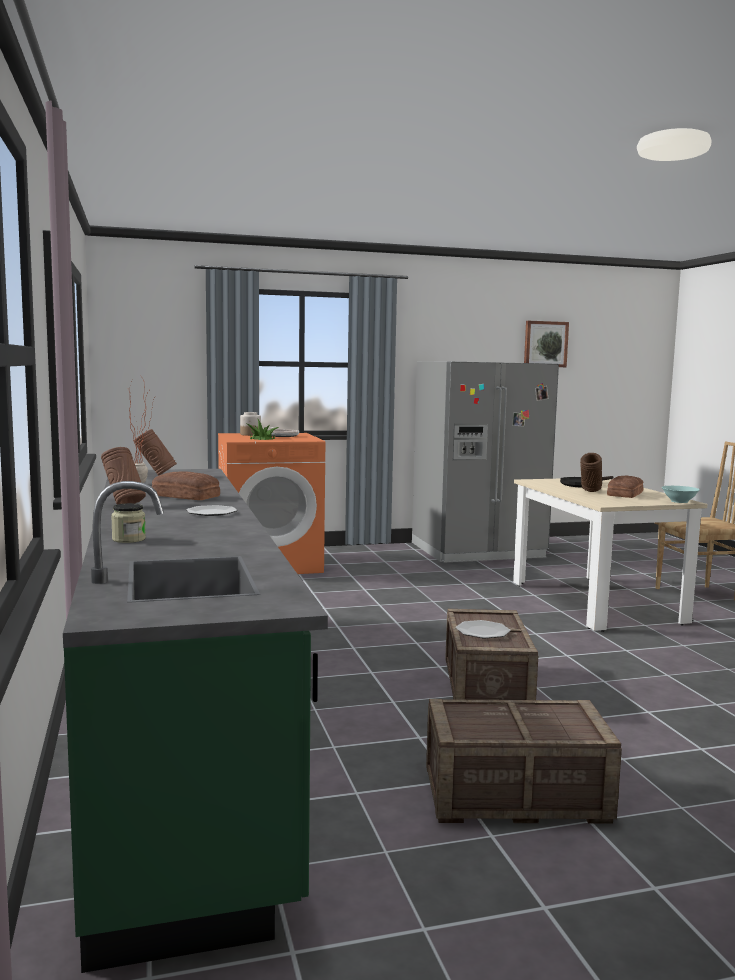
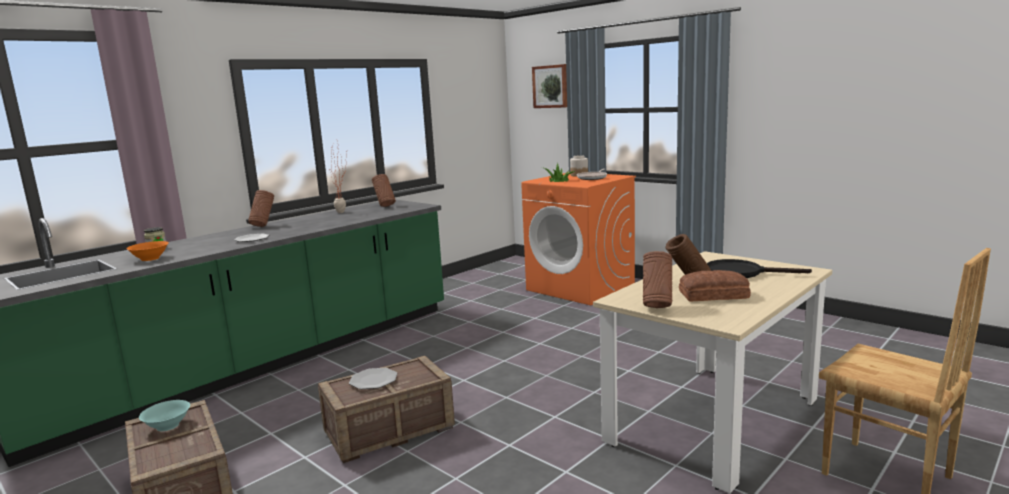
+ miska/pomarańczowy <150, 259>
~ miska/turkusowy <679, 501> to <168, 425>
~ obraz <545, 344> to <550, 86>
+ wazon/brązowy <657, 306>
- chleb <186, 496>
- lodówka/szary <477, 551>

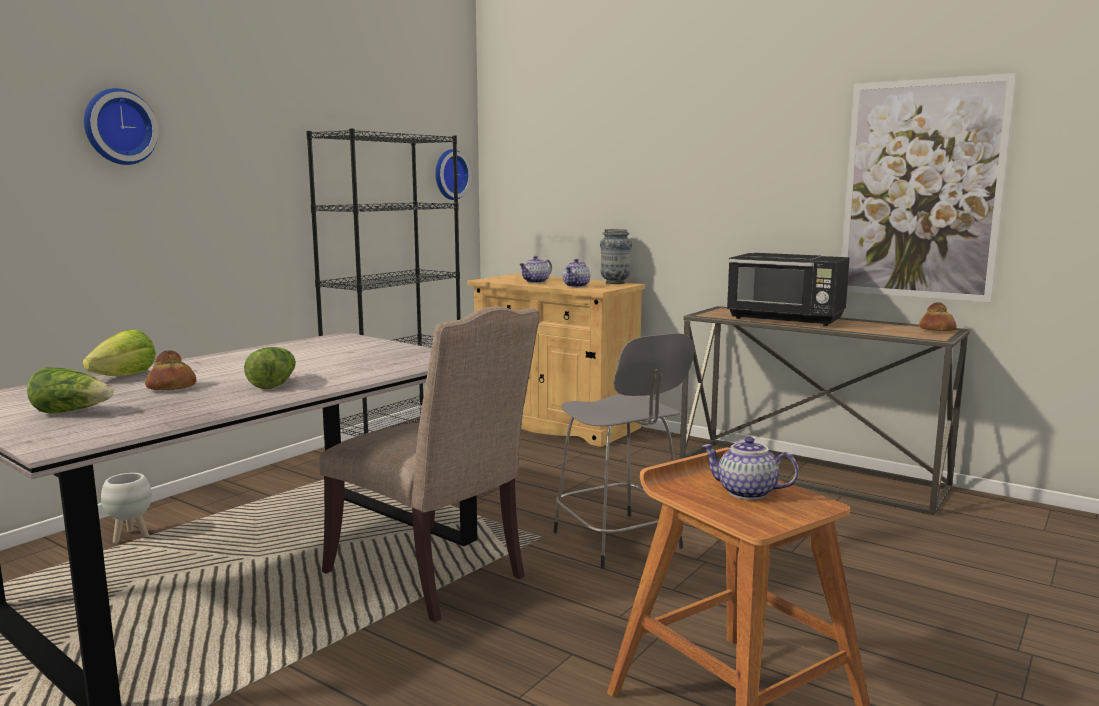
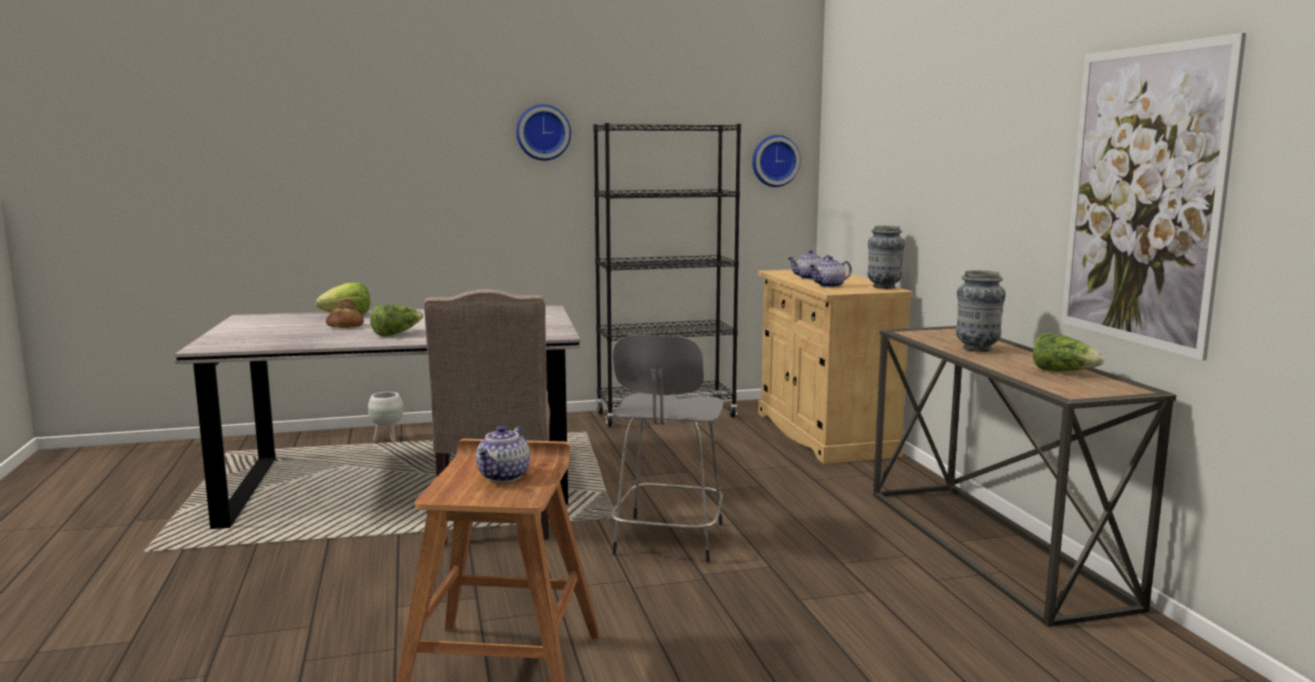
~ imbryk <746, 493> = <504, 477> 135 degrees counterclockwise
~ zegar ścienny <118, 127> to <543, 132>
~ mikrofalówka/czarny <787, 319> to wazon <977, 348>
~ sałata <72, 412> to <1063, 372>
- chleb <936, 330>

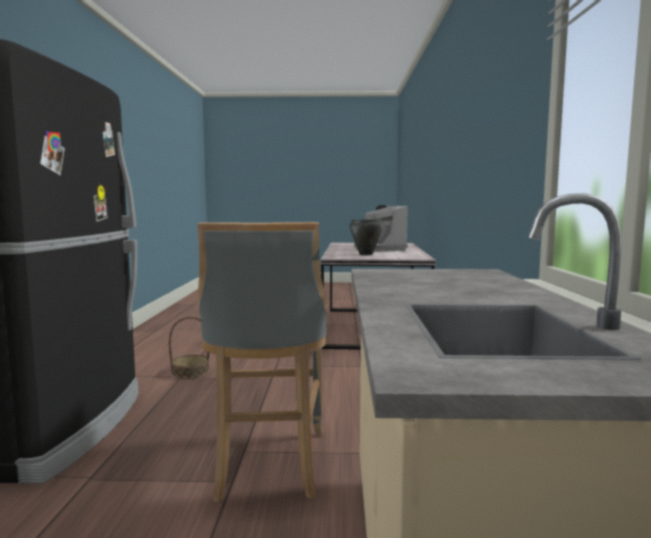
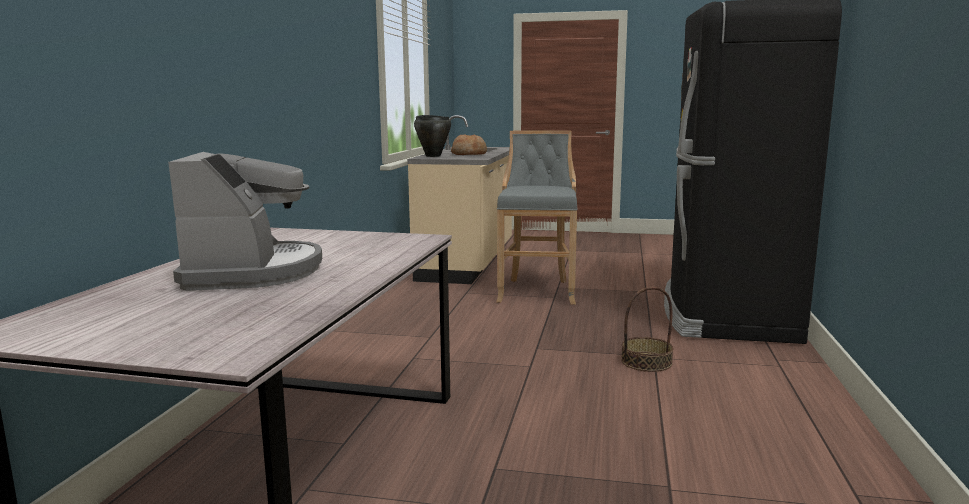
~ garnek/czarny <366, 254> to <433, 156>
+ chleb <469, 154>

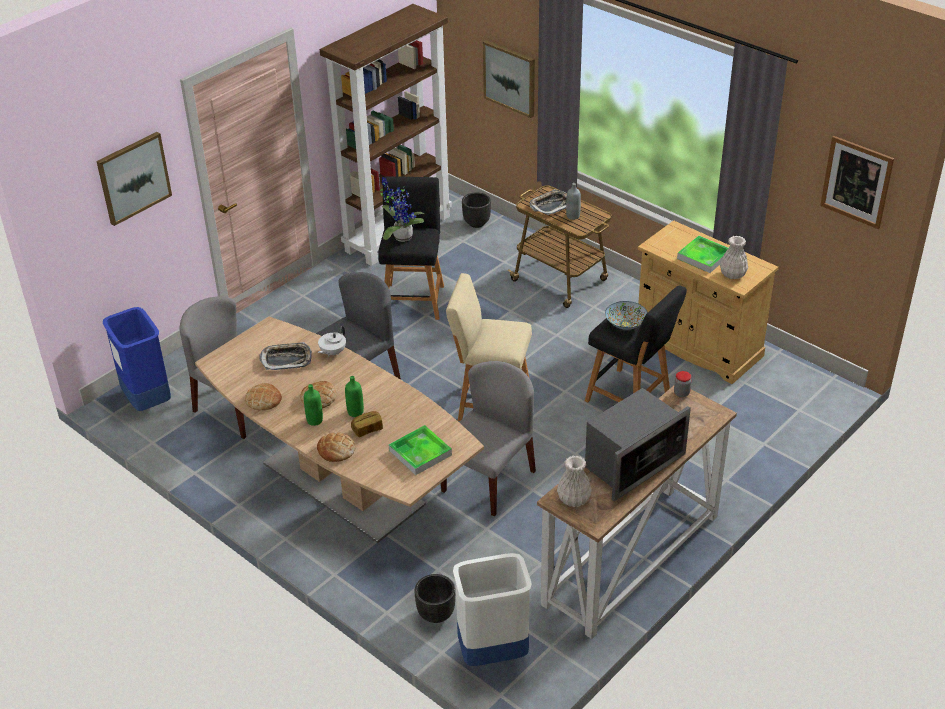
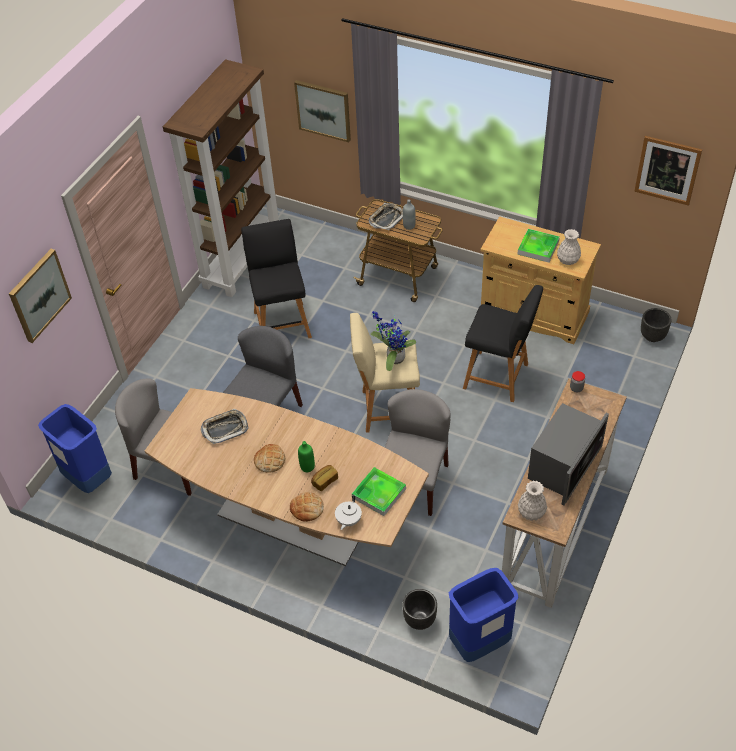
~ imbryk/biały <332, 352> to <348, 520>
~ roślina doniczkowa <400, 236> to <393, 358>
~ kosz na śmieci/biały <493, 654> to kosz na śmieci/niebieski <479, 643>
~ donica/czarny <477, 223> to <653, 336>
- chleb <263, 400>
- butelka/zielony <314, 420>
- miska <625, 324>

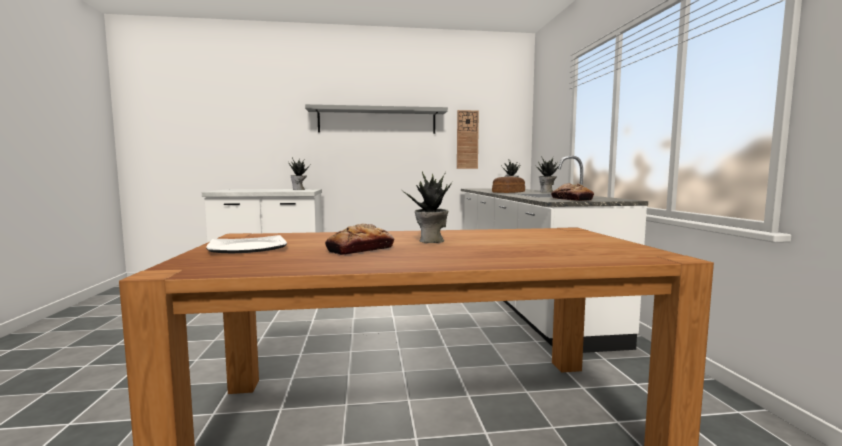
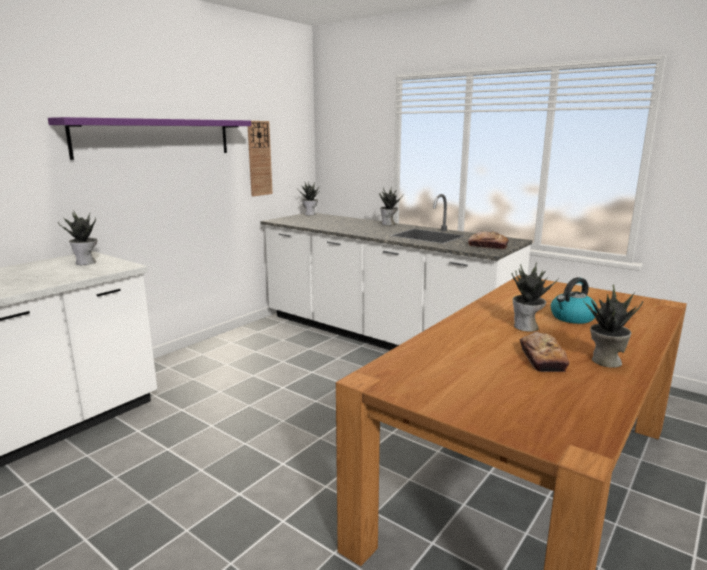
~ półka/szary <377, 121> to półka/fioletowy <156, 137>
+ czajnik <572, 318>
+ roślina doniczkowa <605, 361>
- talerz <247, 248>
- chleb <507, 192>

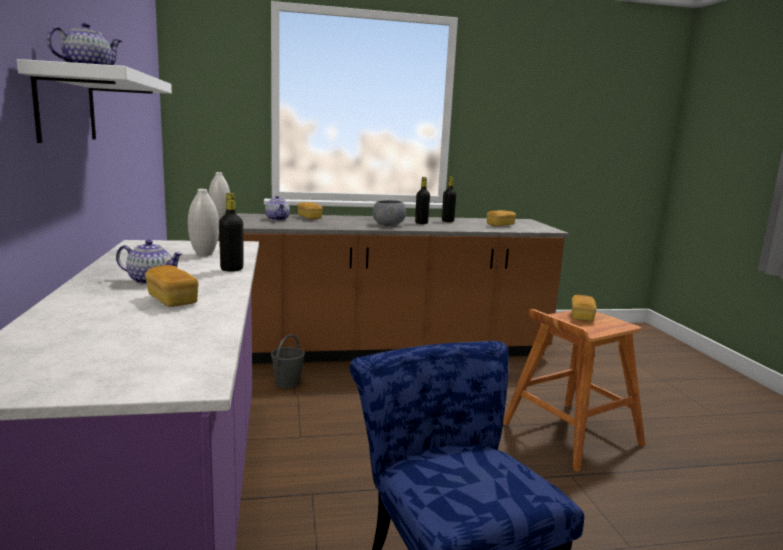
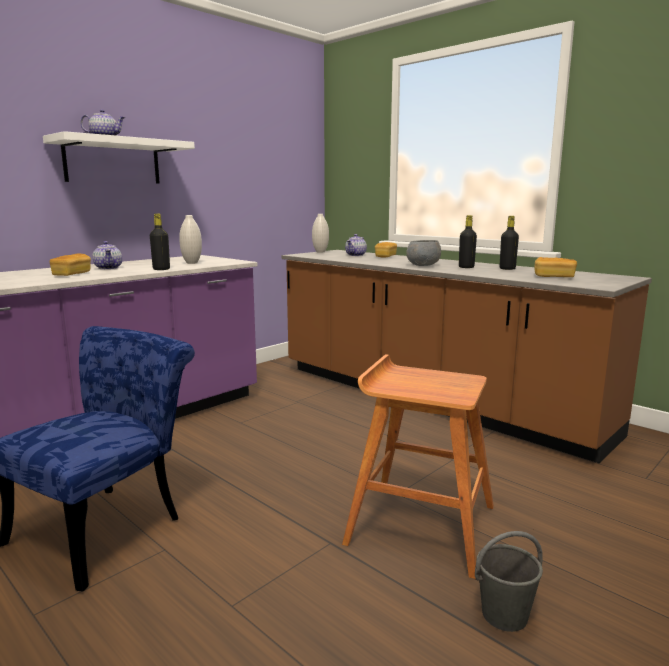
~ wiadro/szary <287, 383> to <503, 615>
- chleb <582, 317>

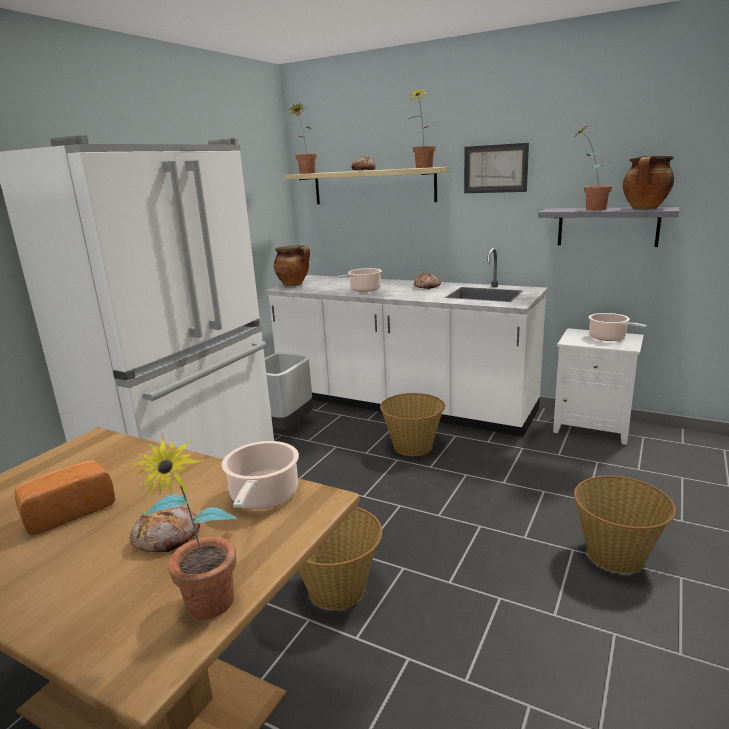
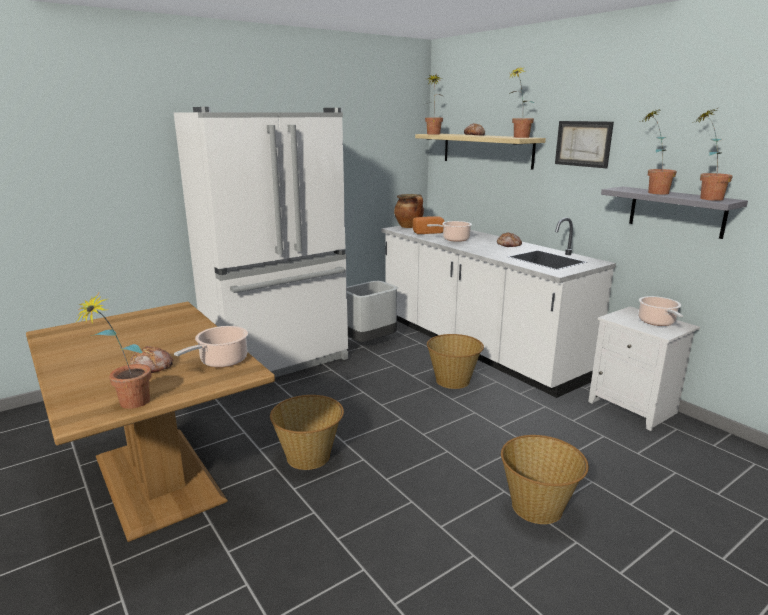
~ chleb <68, 511> to <427, 232>
~ garnek <645, 208> to roślina doniczkowa <704, 198>

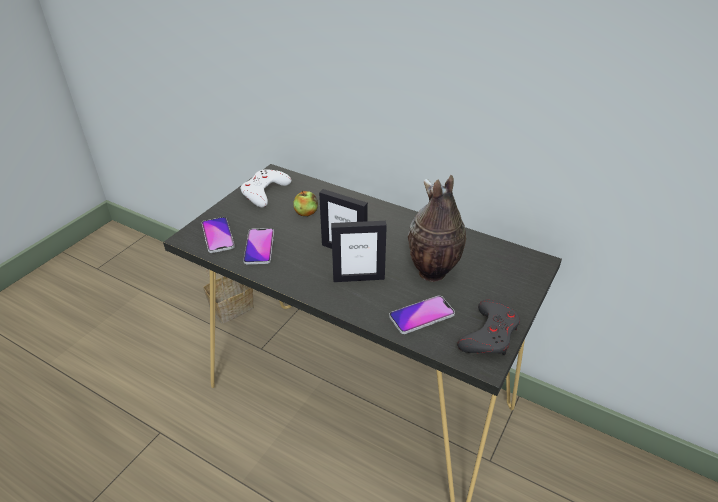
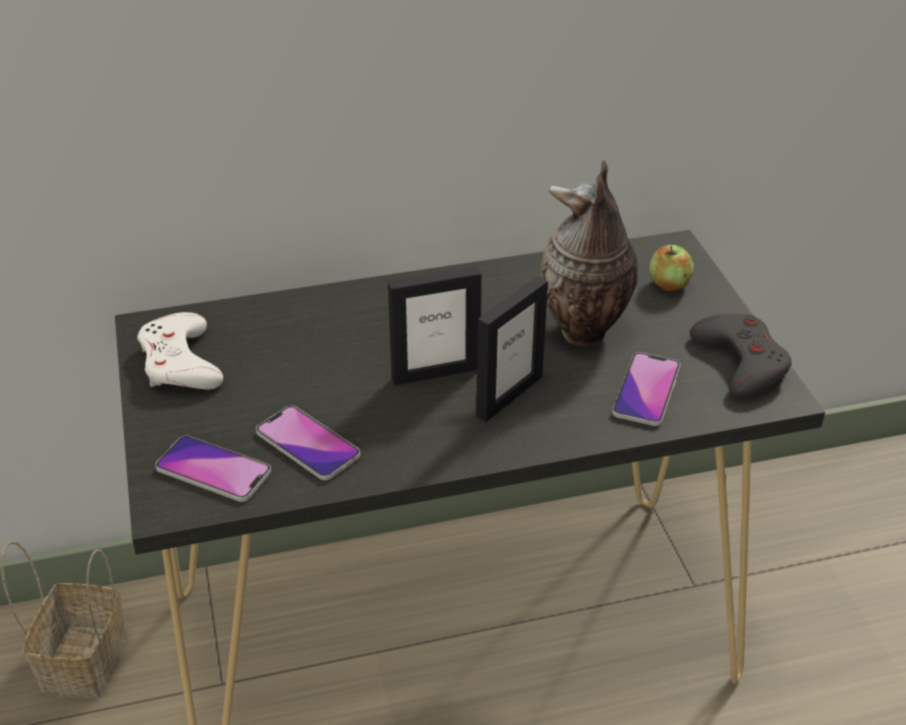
~ jabłko <306, 213> to <669, 284>

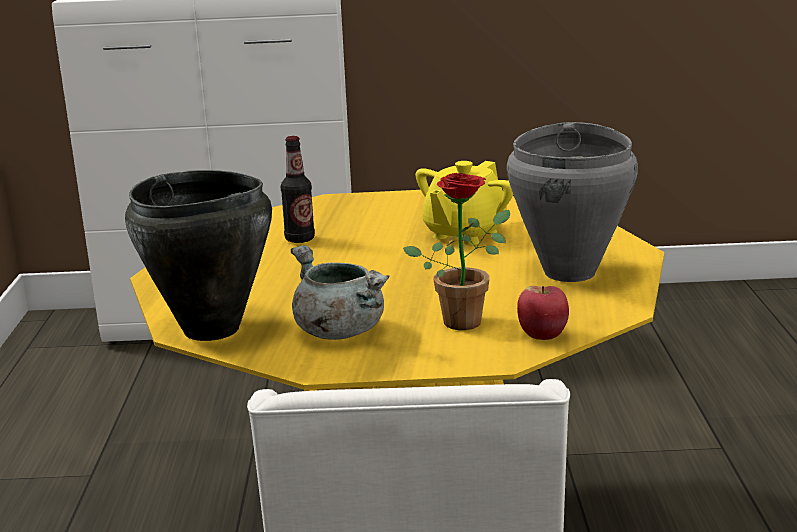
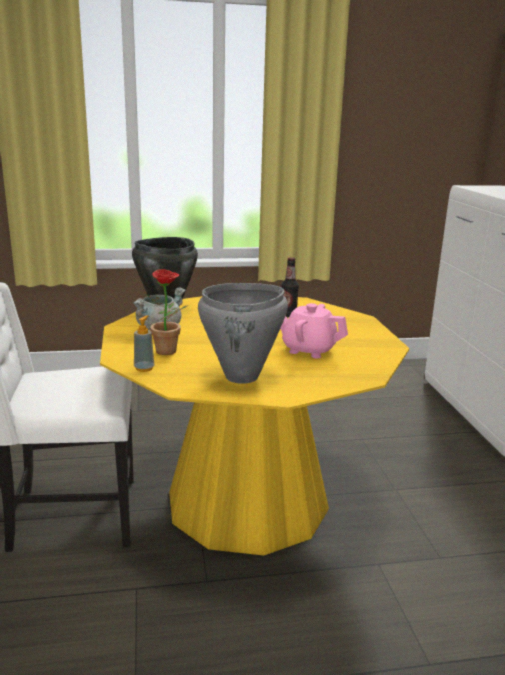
~ jabłko <543, 336> to dozownik mydła <144, 368>
~ imbryk/żółty <464, 234> to imbryk/różowy <308, 350>

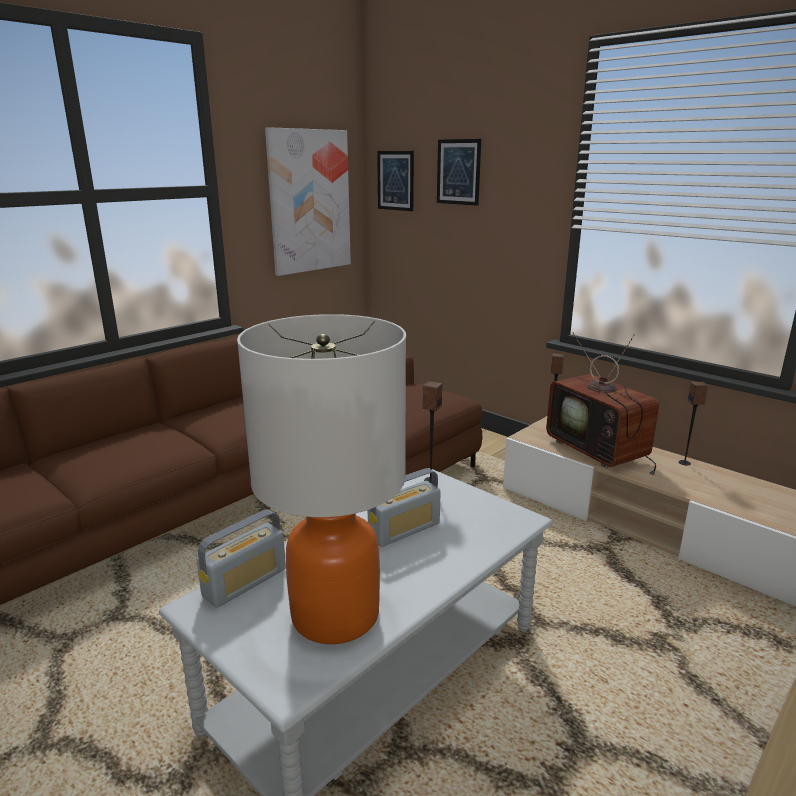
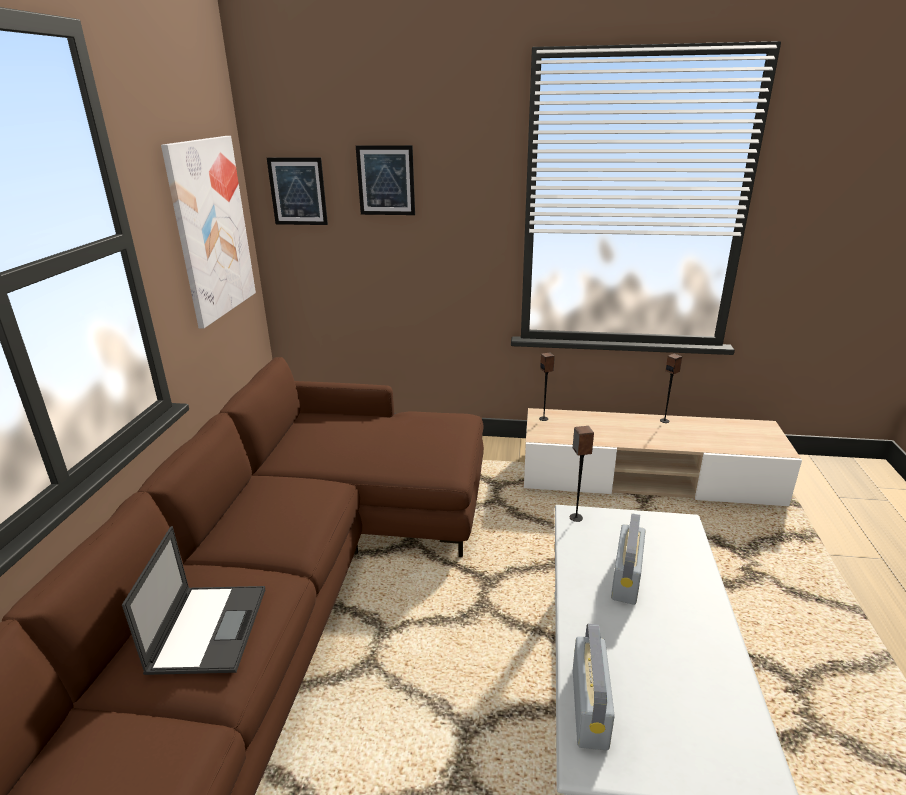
+ laptop <209, 627>
- lampa stołowa <334, 615>
- telewizor <600, 450>

